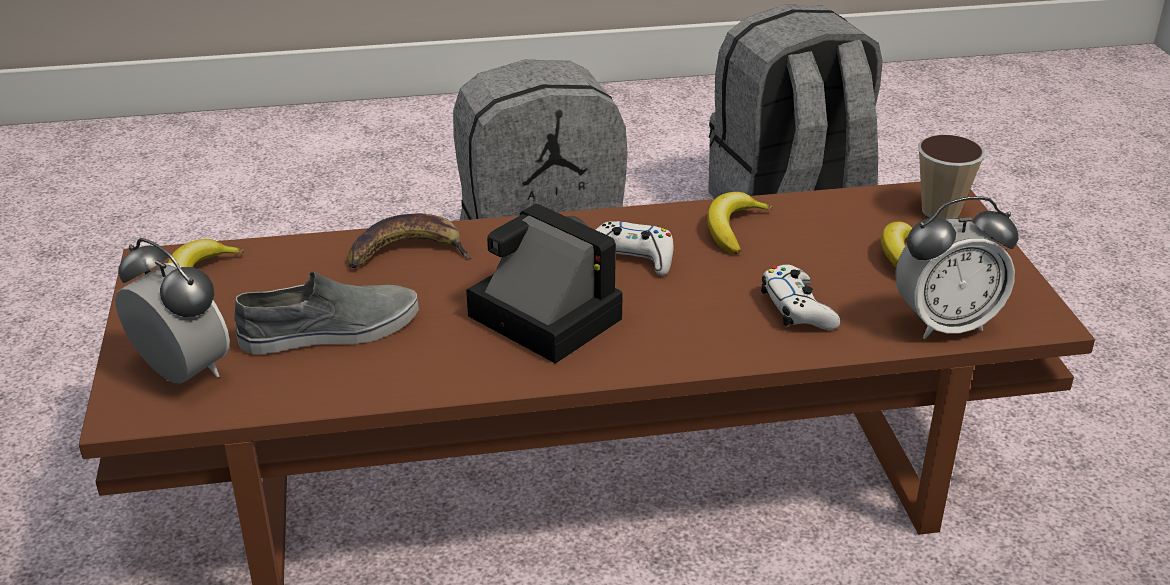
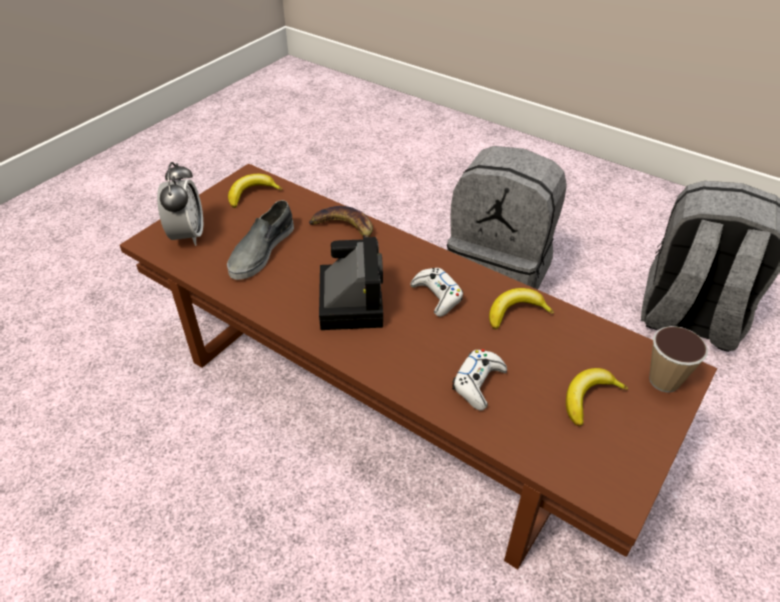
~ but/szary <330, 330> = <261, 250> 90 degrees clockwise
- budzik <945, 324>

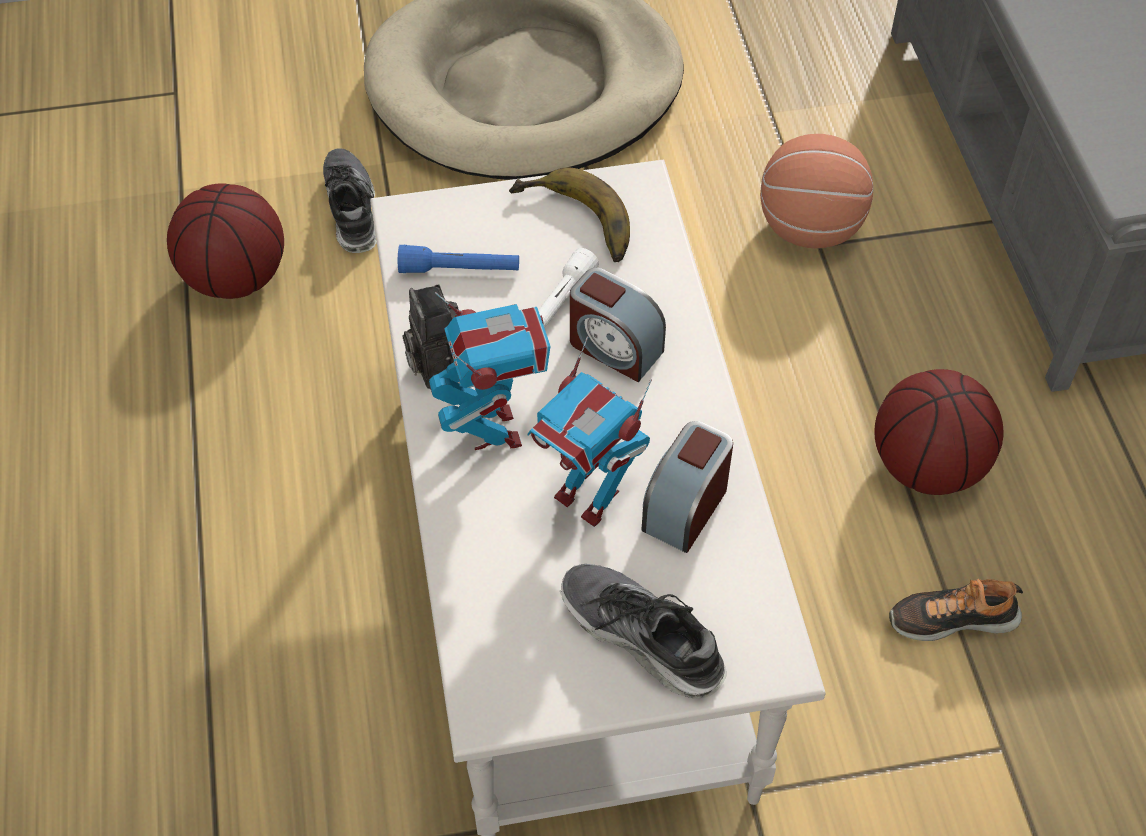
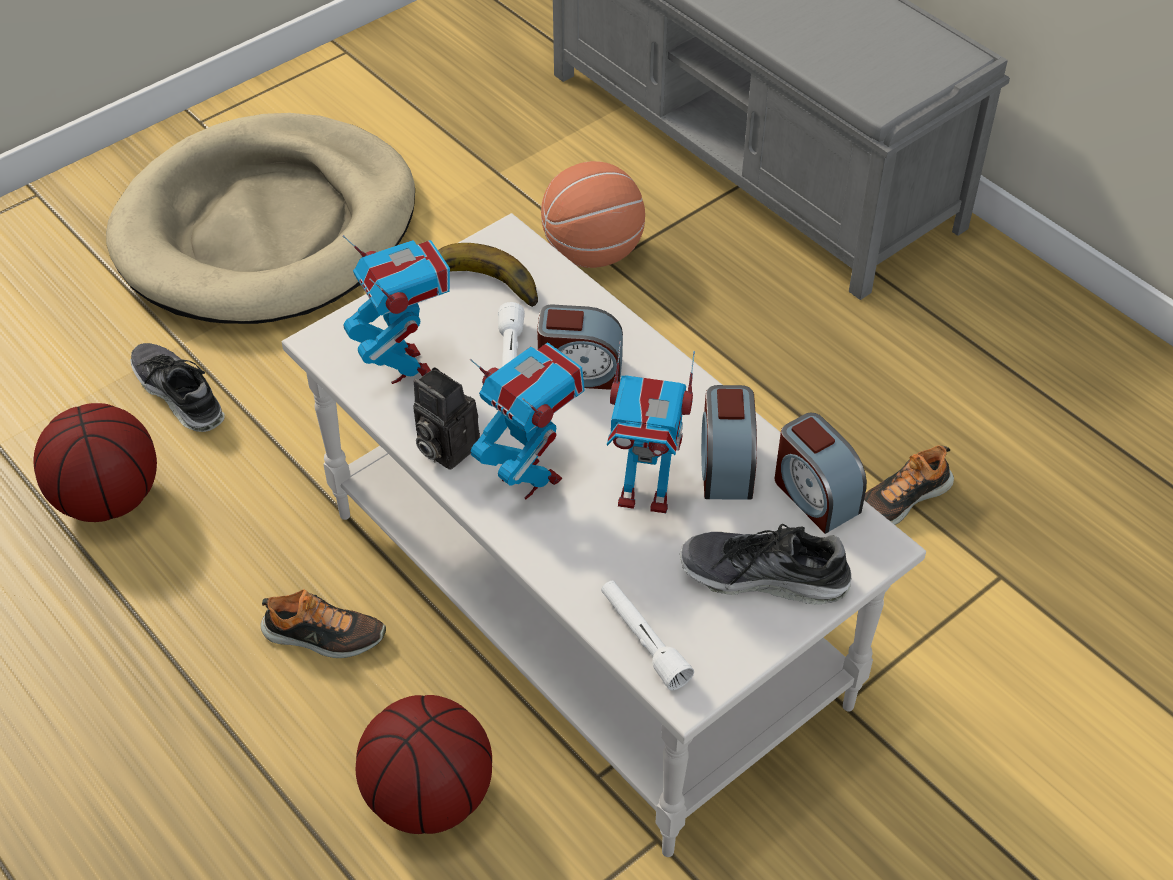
+ but <323, 636>
~ latarka/niebieski <459, 270> to robot zabawkowy <405, 366>
~ piłka do koszykówki <928, 467> to <430, 797>
+ latarka/biały <643, 640>
+ budzik <814, 495>

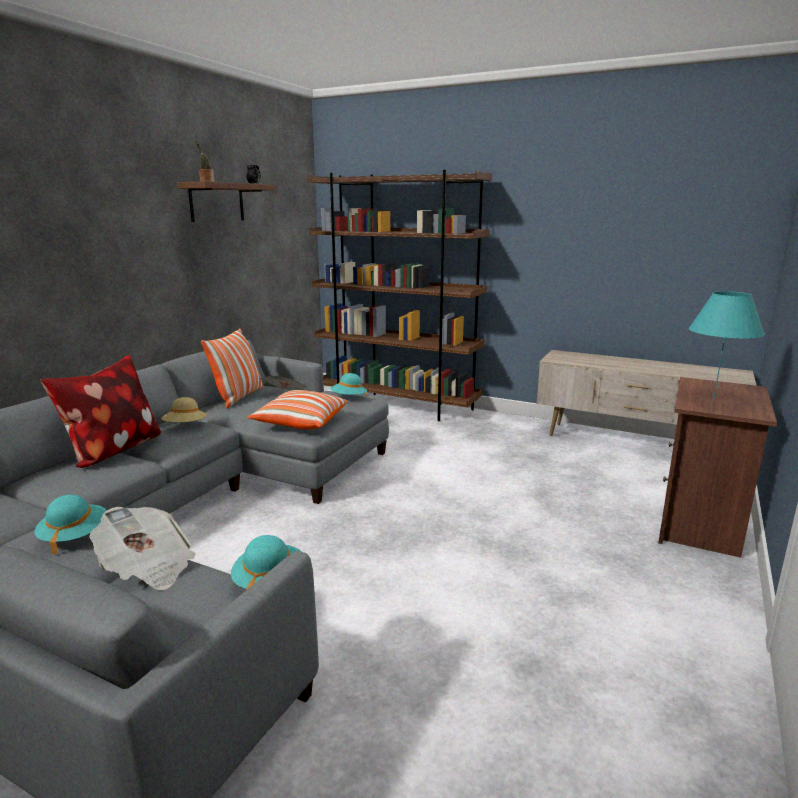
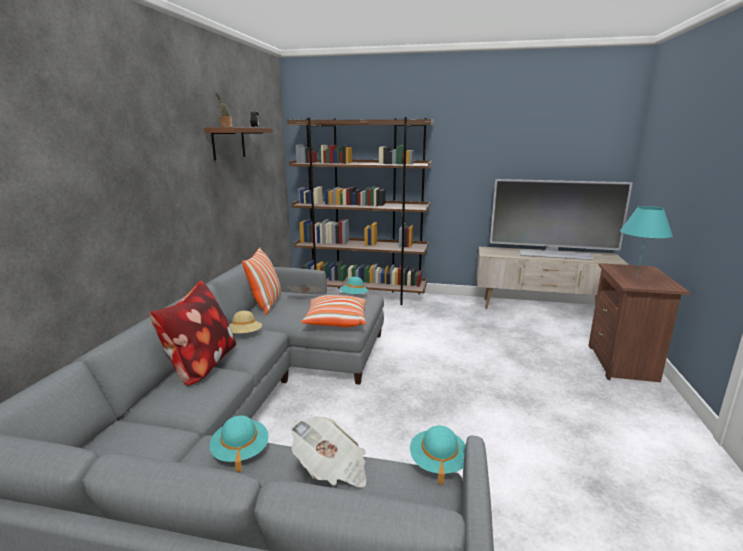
+ telewizor <554, 254>

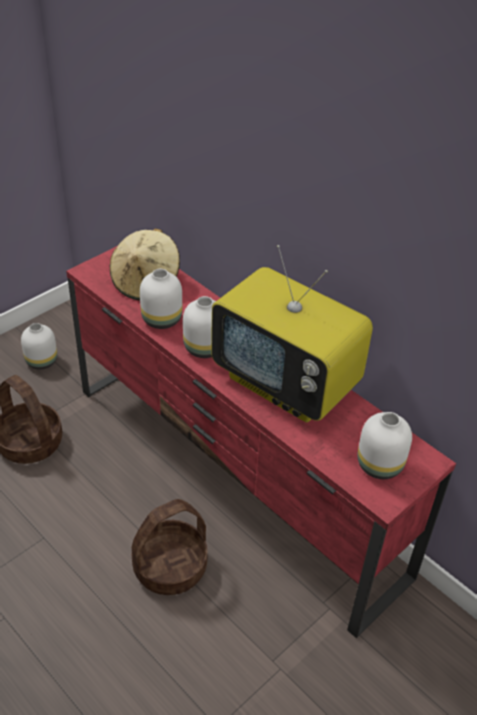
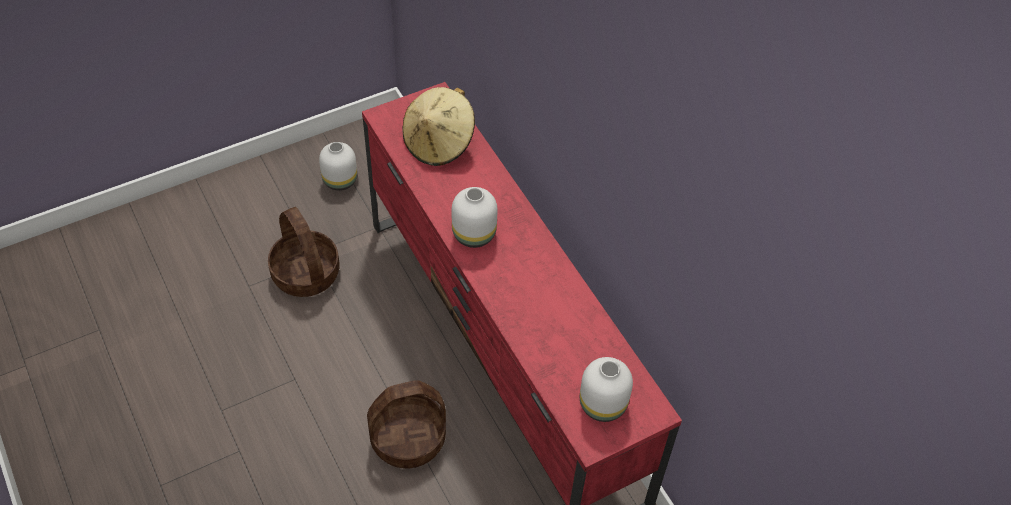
- wazon/biały <162, 320>
- telewizor <287, 384>

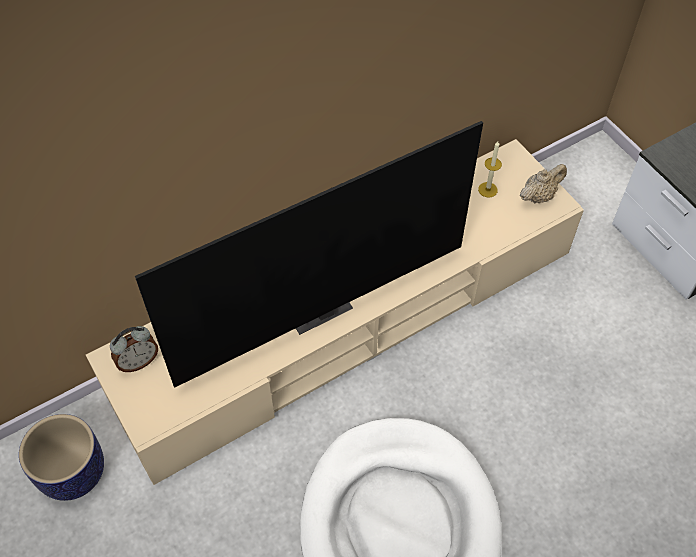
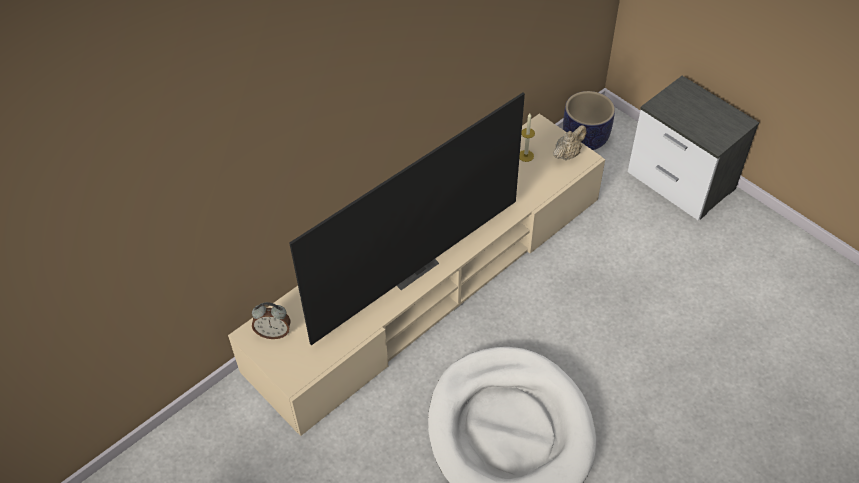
~ budzik <138, 361> = <274, 333> 45 degrees clockwise
~ donica <74, 472> to <585, 138>

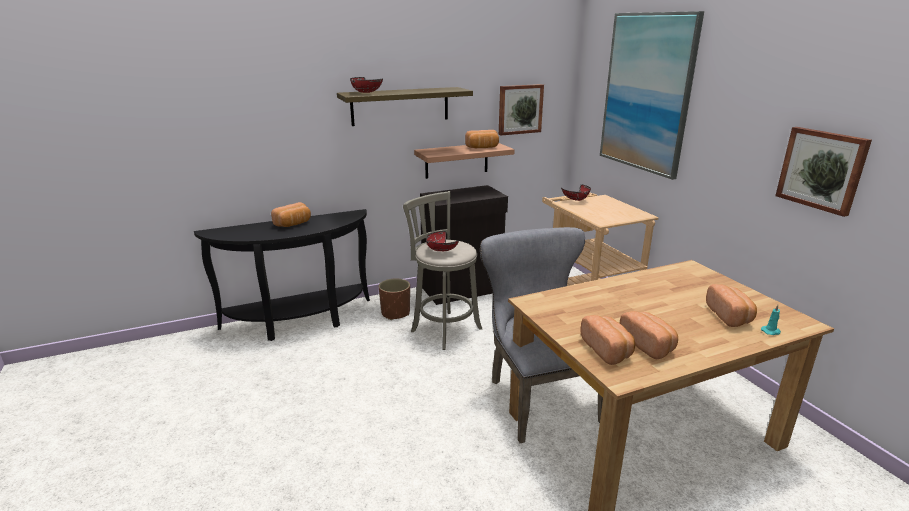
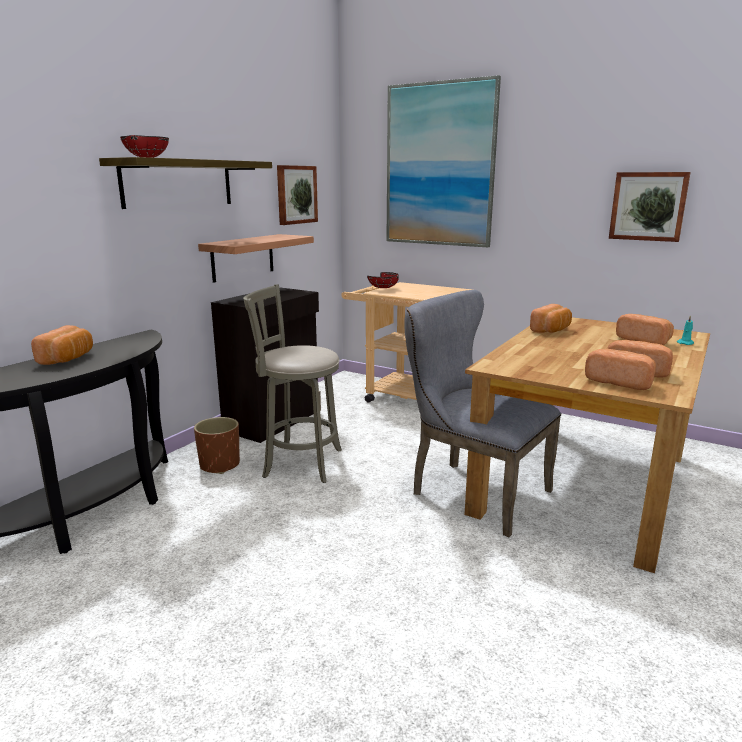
~ chleb <483, 148> to <551, 330>
- miska/czerwony <440, 251>

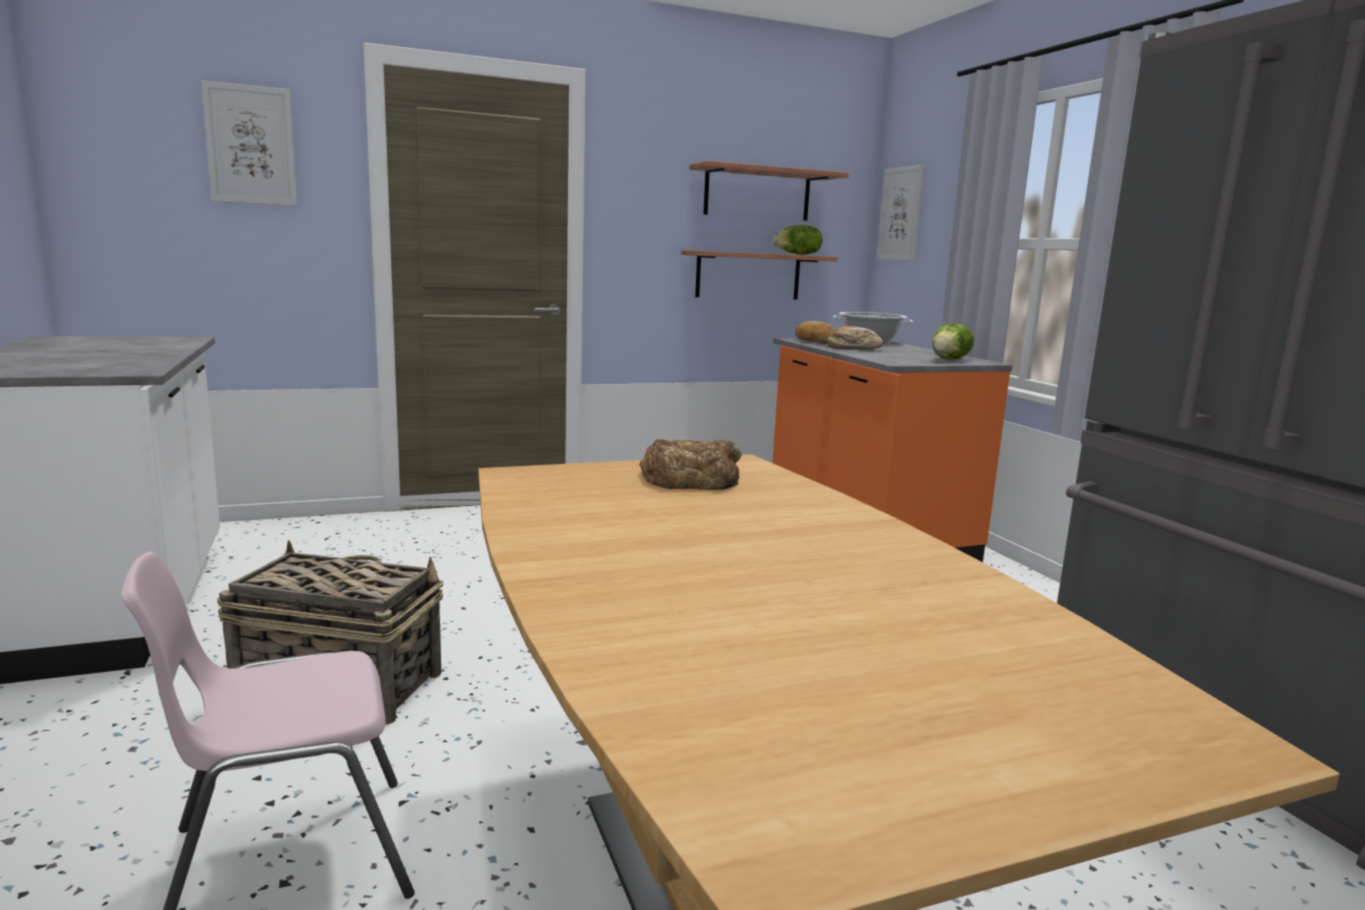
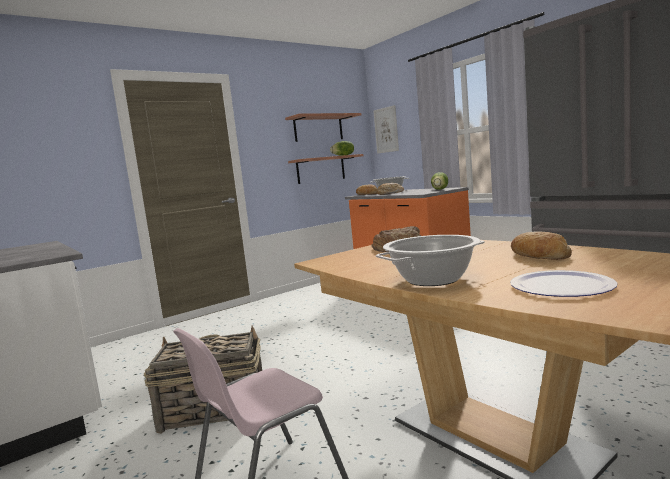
+ garnek <433, 279>
+ talerz <561, 286>
+ chleb <539, 256>
- obraz <250, 145>

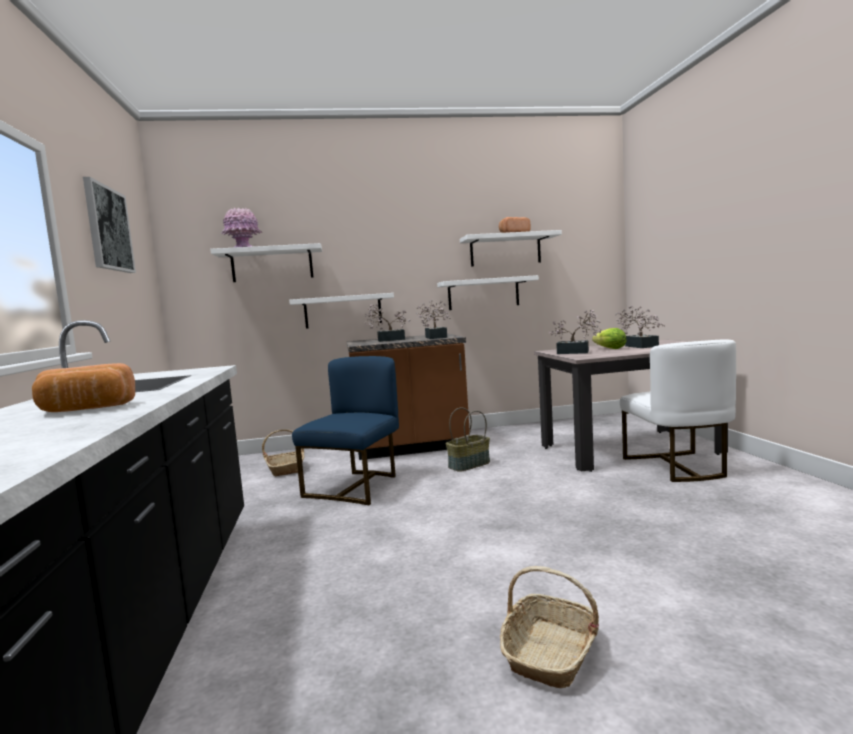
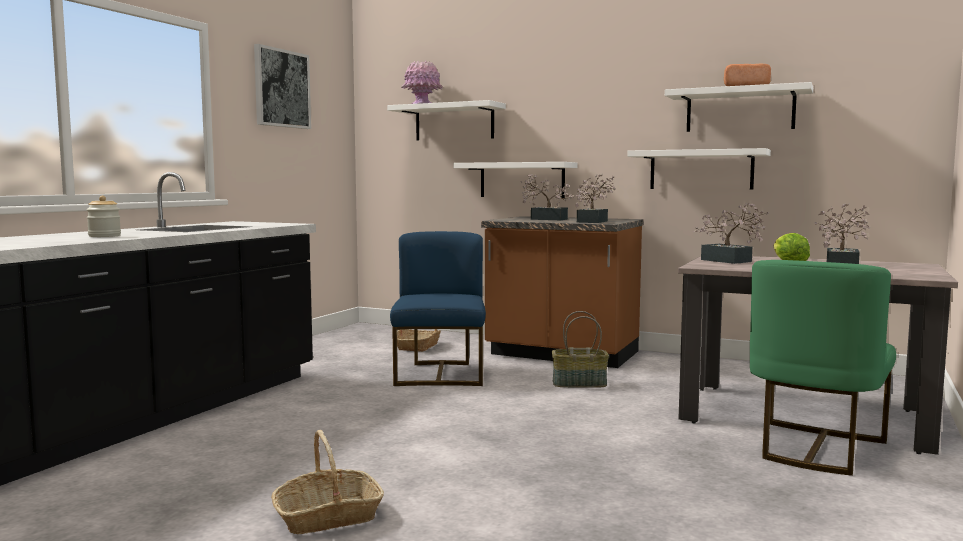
~ chleb <86, 410> to słoik <104, 236>
~ krzesło/niebieski <356, 487> = <440, 374> 60 degrees counterclockwise
~ krzesło/biały <677, 467> to krzesło/zielony <815, 448>

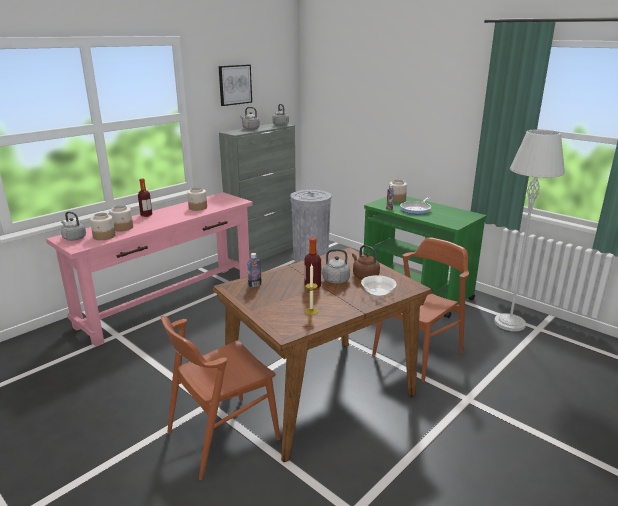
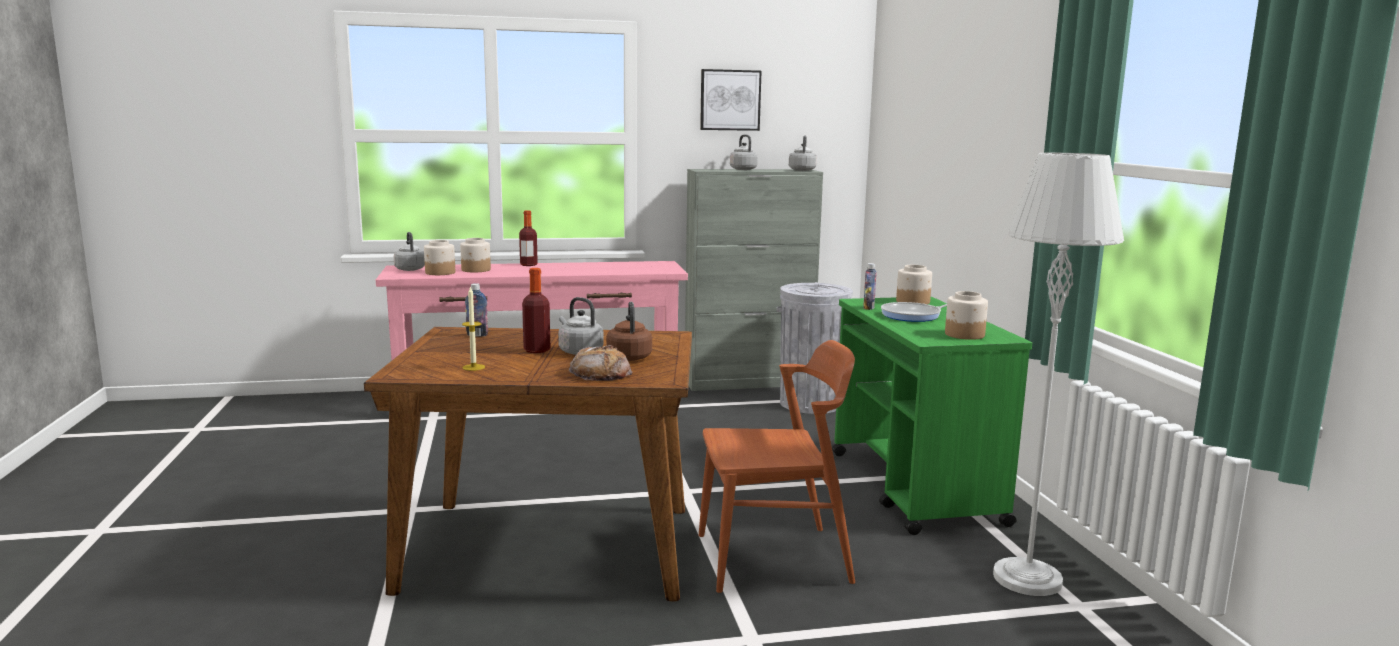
~ miska <378, 292> to chleb <600, 373>
~ słoik <198, 208> to <964, 335>
- krzesło/brązowy <222, 435>

